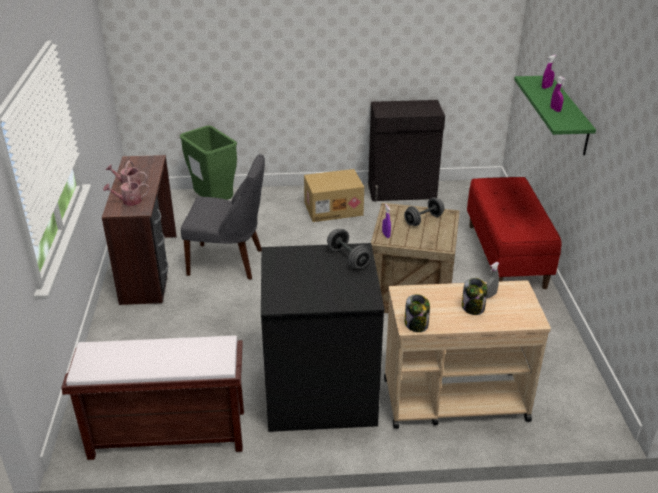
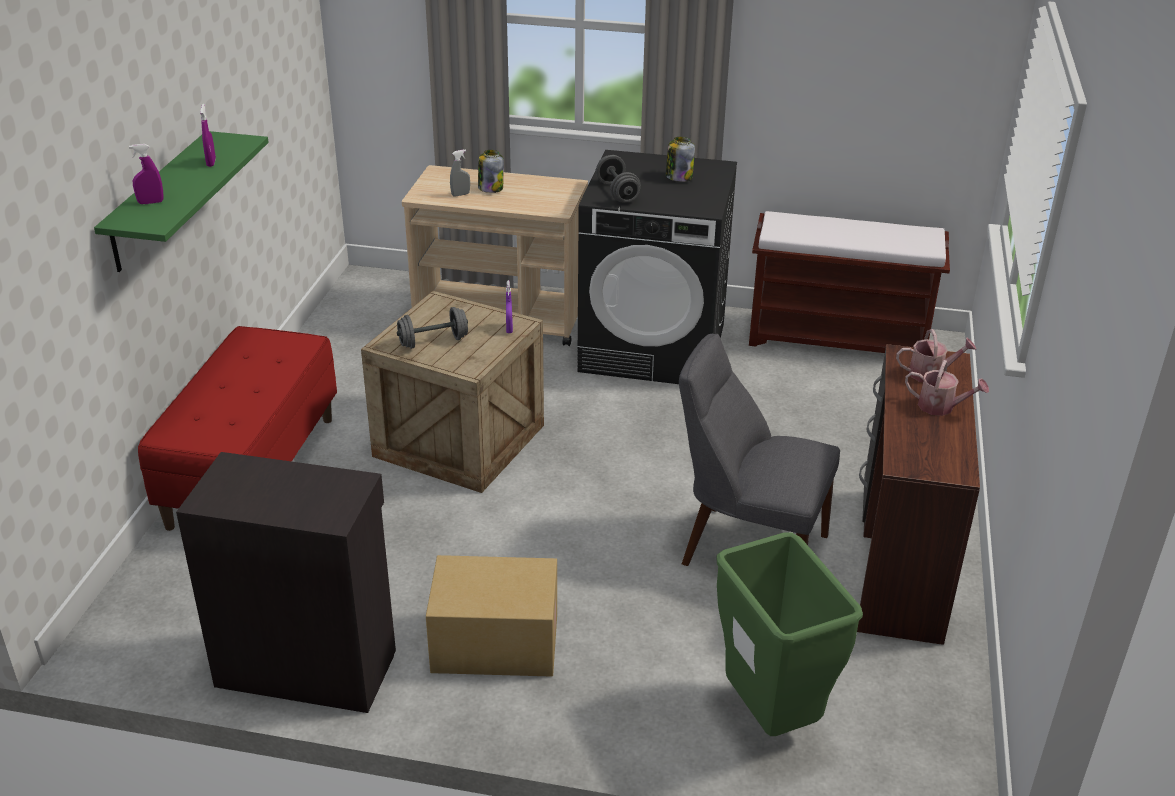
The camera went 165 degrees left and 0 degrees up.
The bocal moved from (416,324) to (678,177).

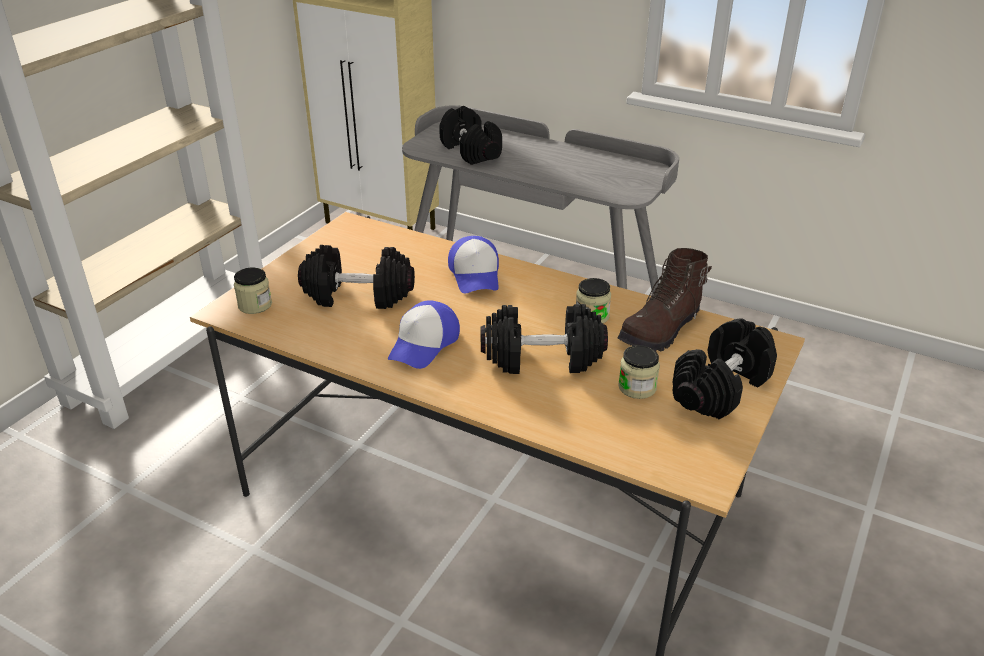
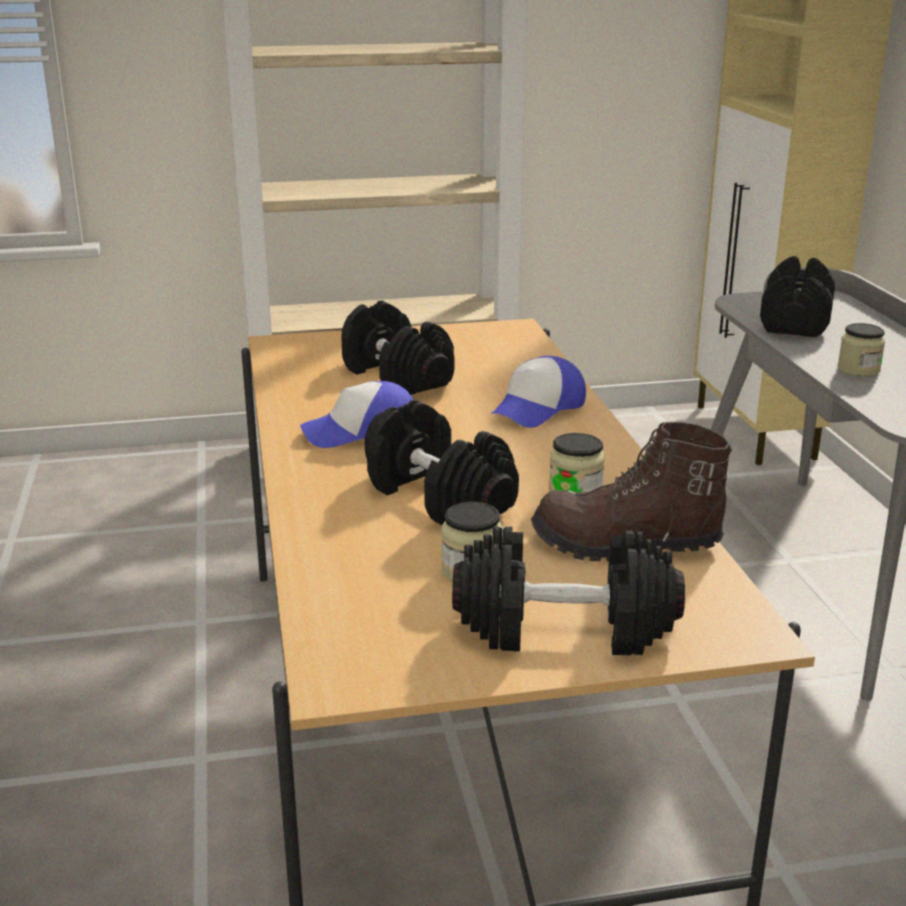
The camera went 50 degrees right and 10 degrees down.
The bocal moved from (255,305) to (858,370).

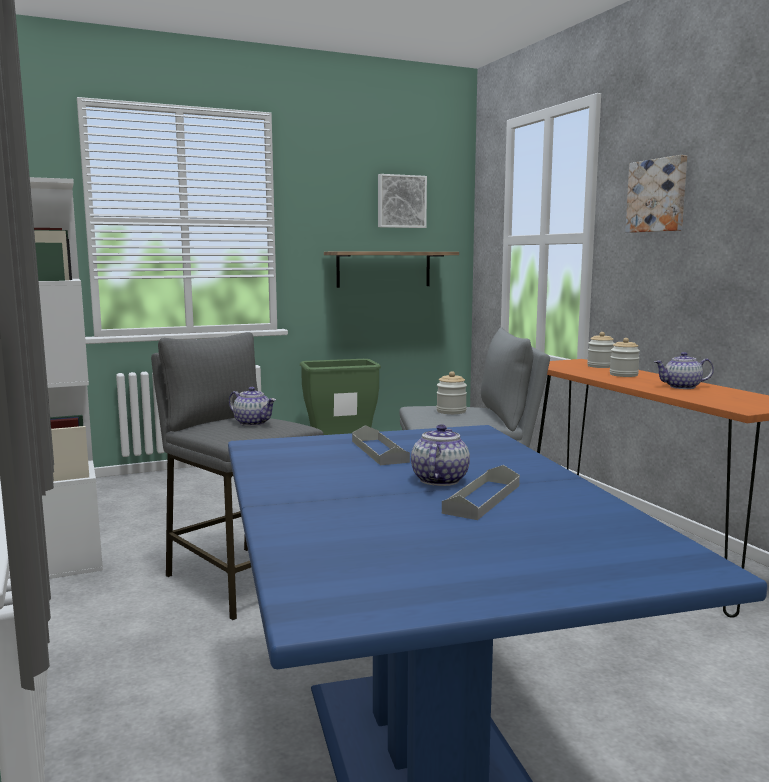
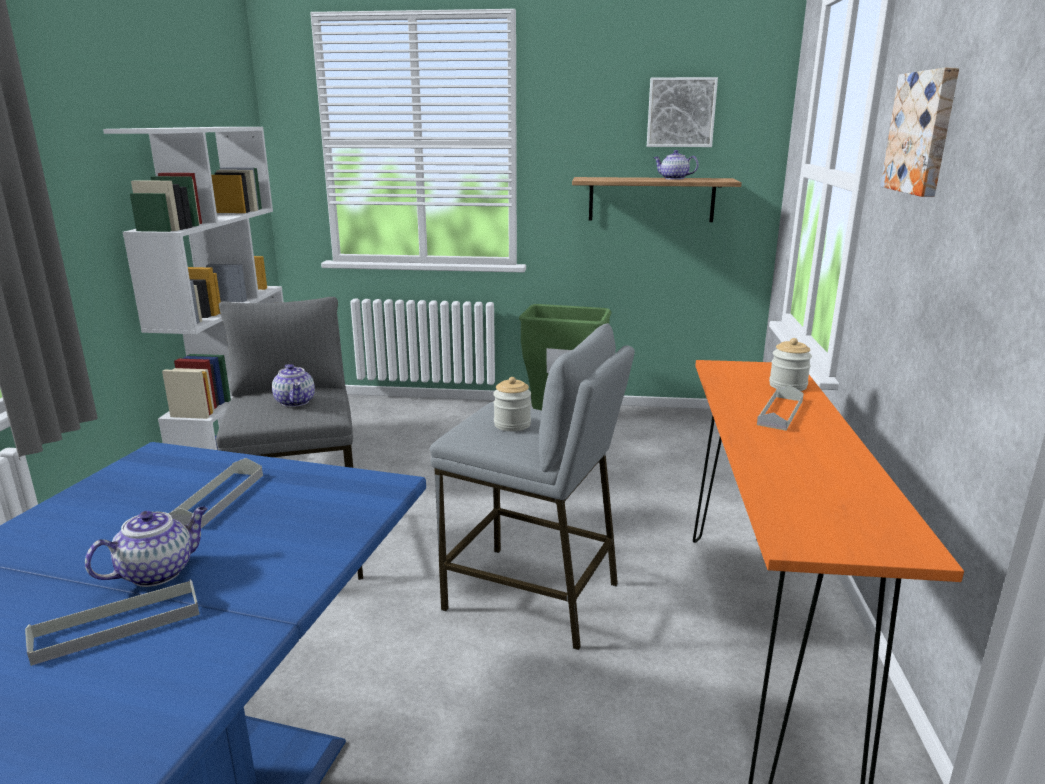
The camera went 30 degrees right and 10 degrees up.
The bocal at (623,375) was replaced by the plateau [gris] at (780,412).
The théière moved from (682,387) to (673,178).

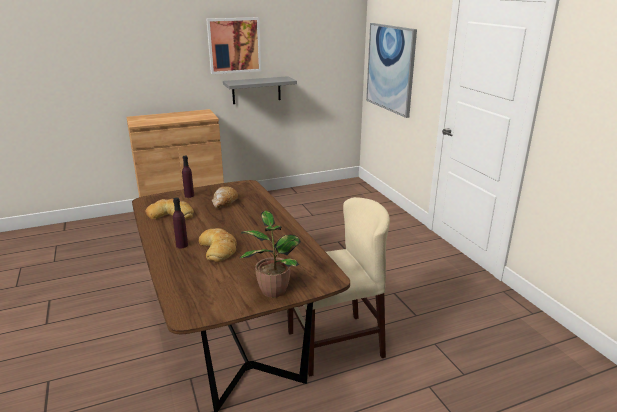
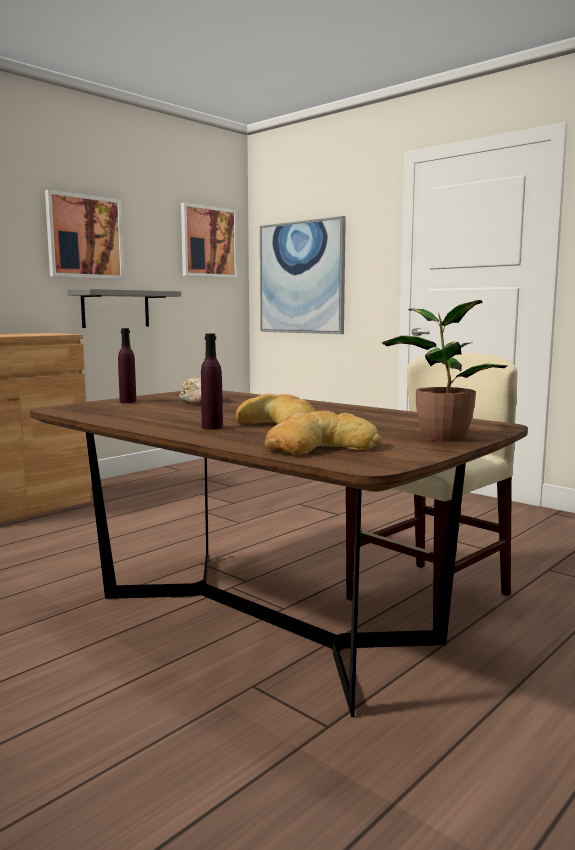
The camera went 25 degrees left and 15 degrees down.
The pain moved from (171,214) to (320,447).
The tableau at (208,242) appeared.

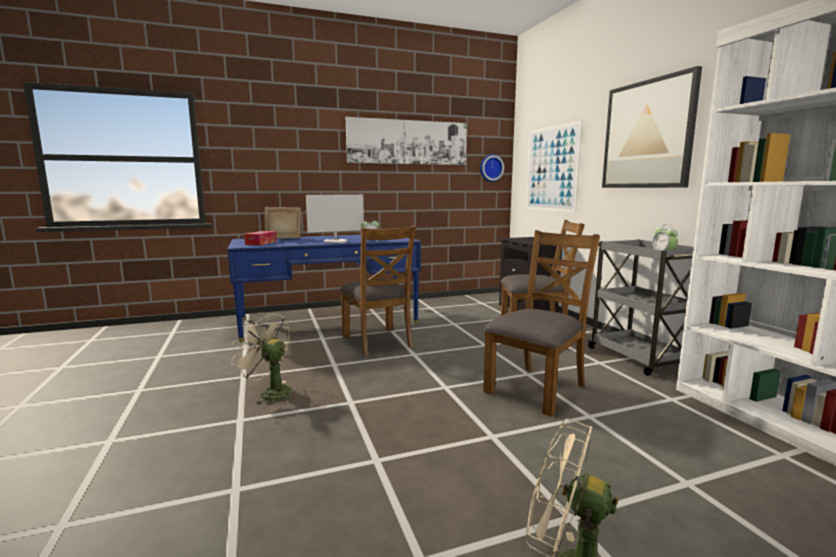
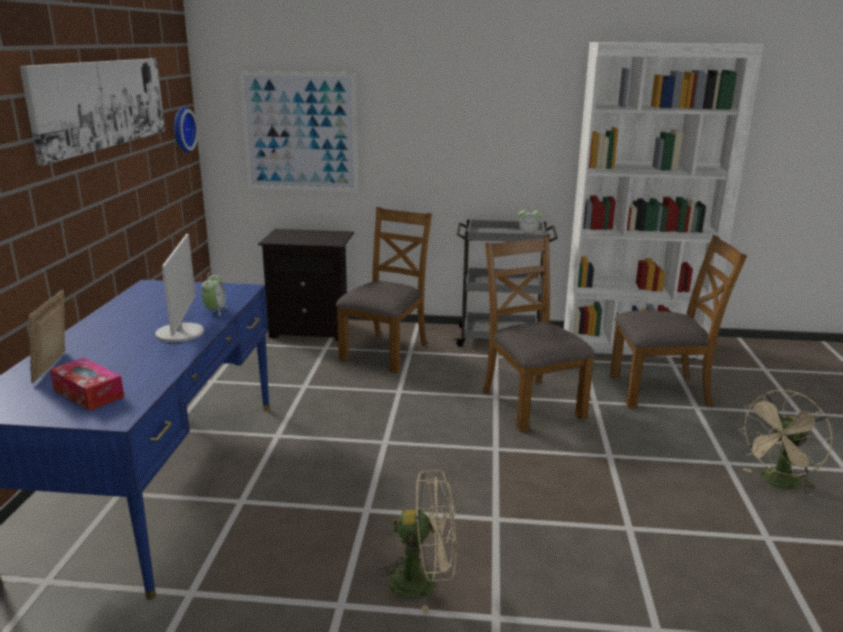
The camera went 65 degrees left and 10 degrees up.
The ventilateur [beige] at (269,392) turned 135 degrees counterclockwise.
The chaise [marron] moved from (378,341) to (660,390).
The tableau at (647,135) disappeared.

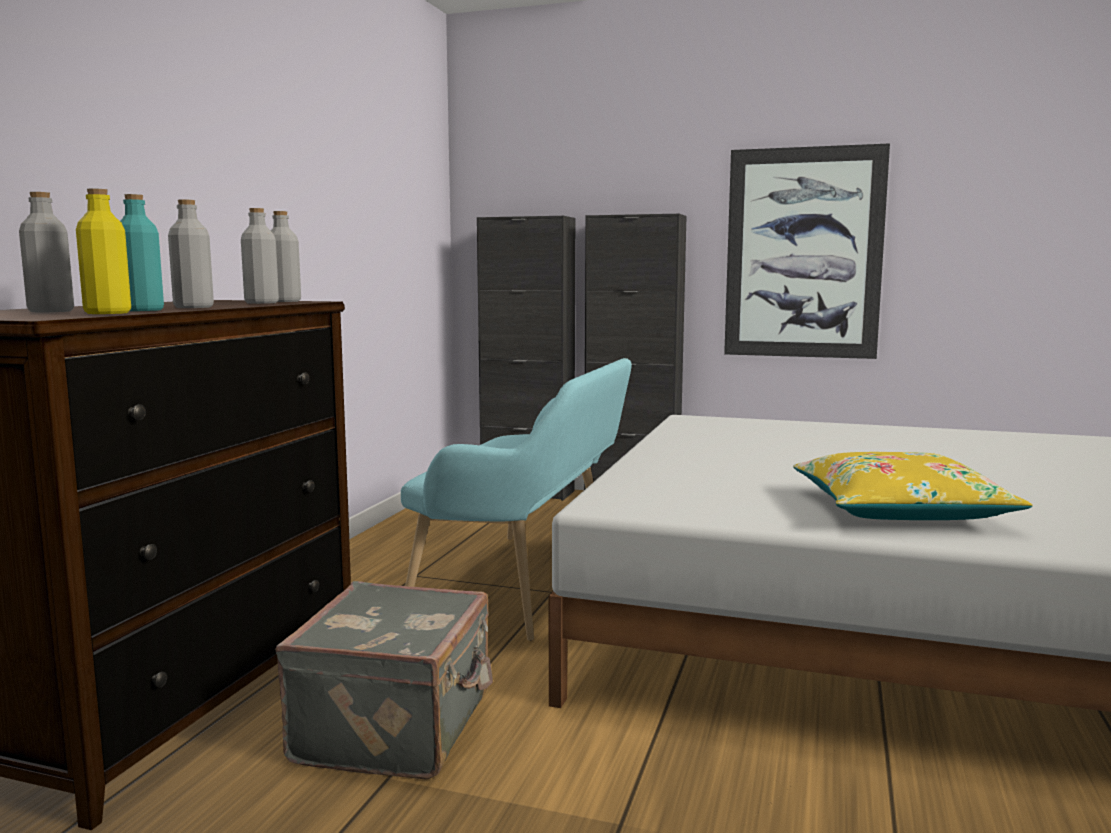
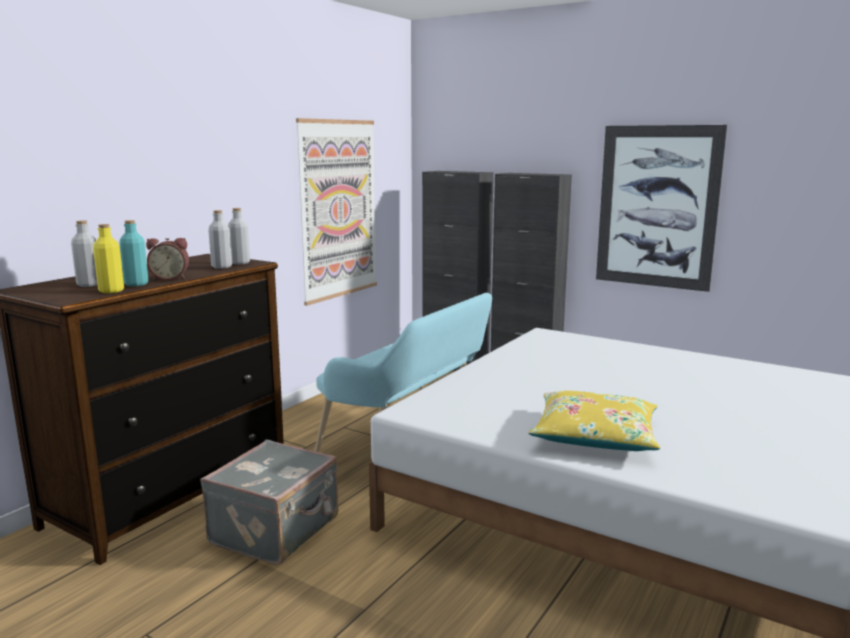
The camera went 15 degrees right and 5 degrees up.
The bouteille [gris] at (193,307) was replaced by the réveil at (170,278).
The tableau at (339,209) appeared.

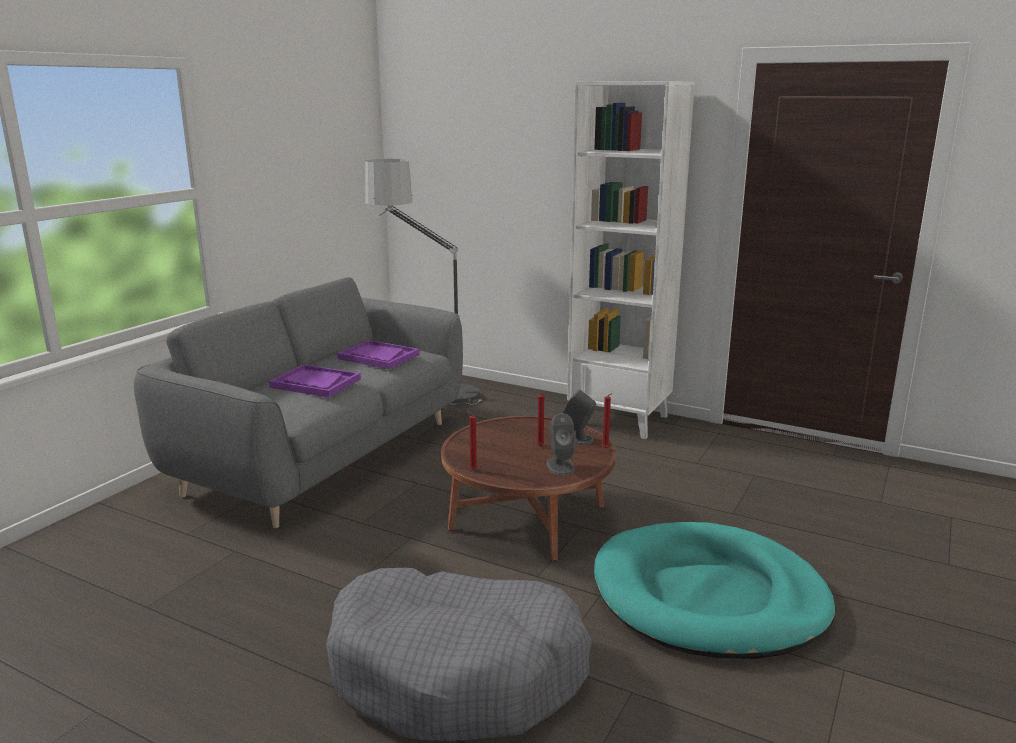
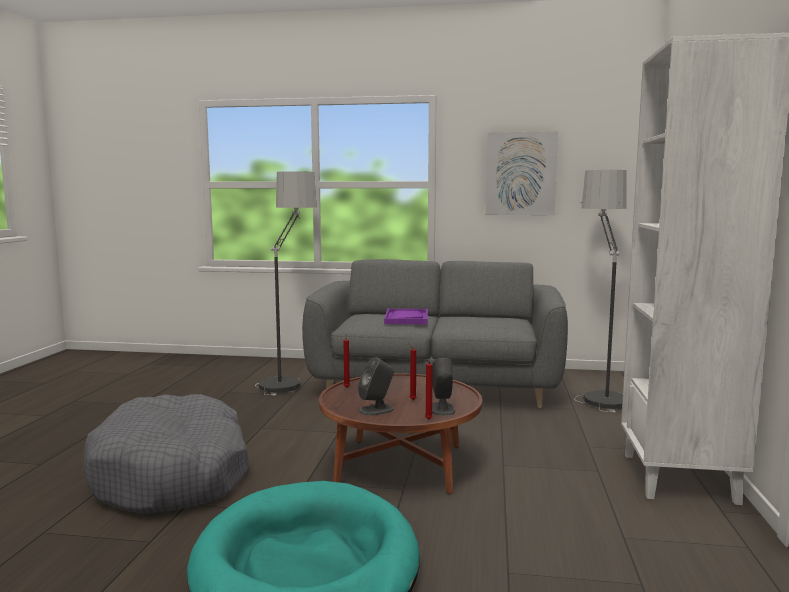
The camera went 70 degrees right and 10 degrees down.
The plateau [violet] at (378,357) disappeared.
The lampadaire at (288,378) appeared.
The tableau at (520,174) appeared.

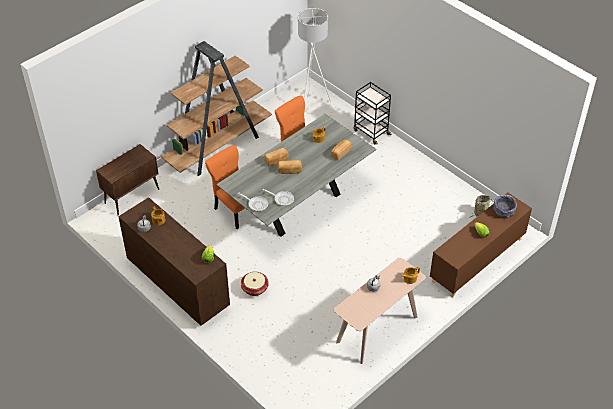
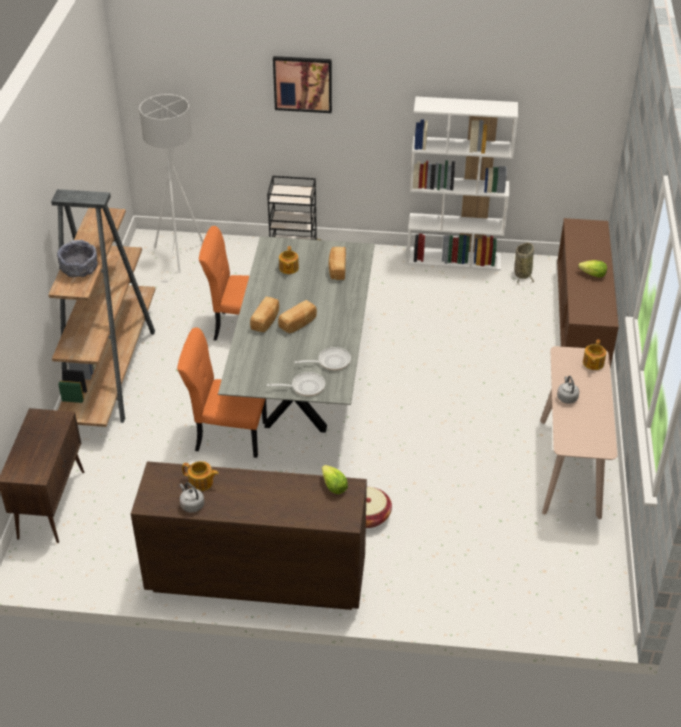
The camera went 40 degrees left and 5 degrees down.
The bol [gris] moved from (503,211) to (80,270).
The tableau at (303,84) appeared.
The bibliothèque [blanc] at (454,259) appeared.

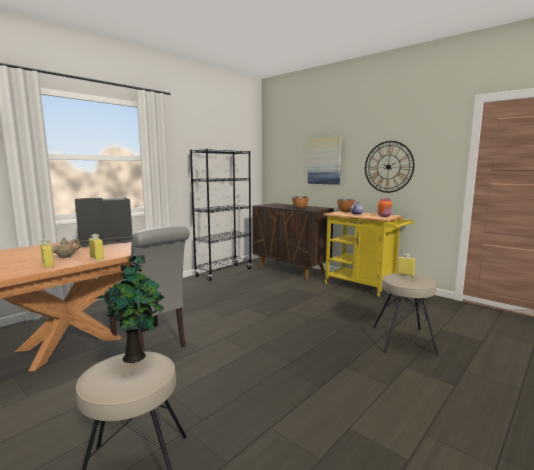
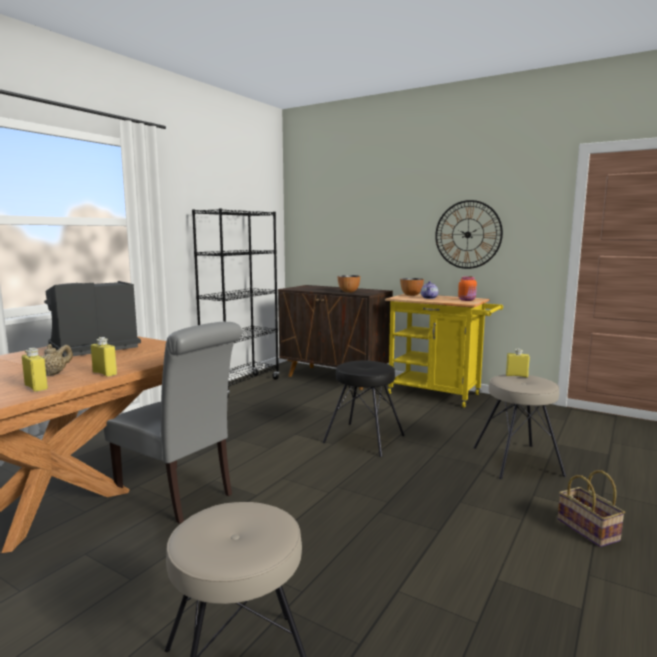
The camera went 10 degrees left and 0 degrees up.
The plante en pot at (136,356) disappeared.
The tableau at (324,161) disappeared.
The tabouret [noir] at (364,438) appeared.
The panier at (589,530) appeared.

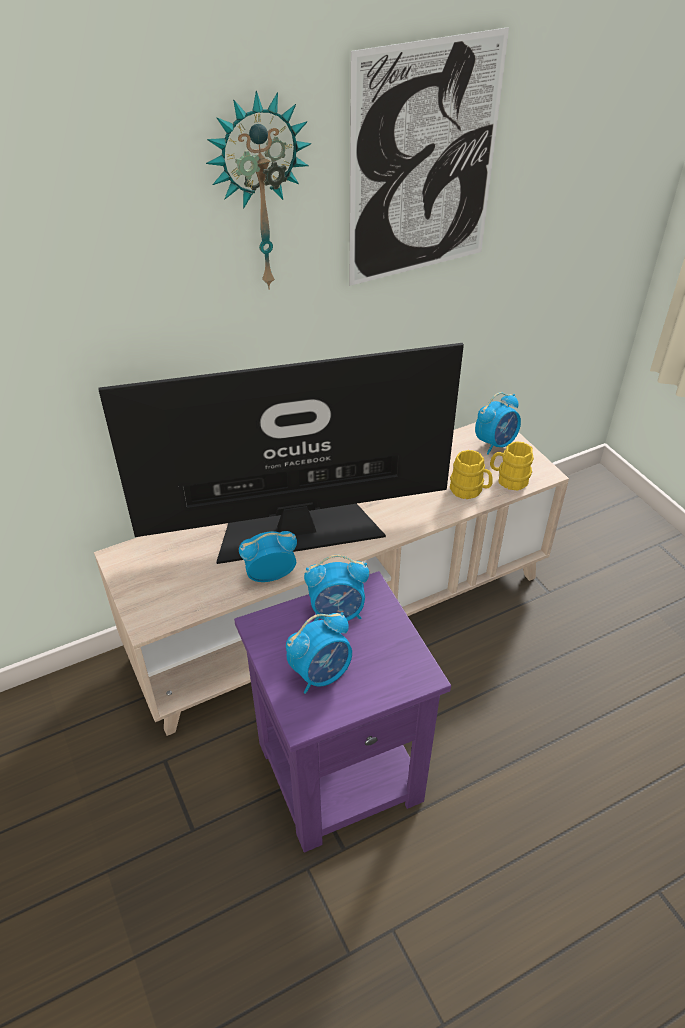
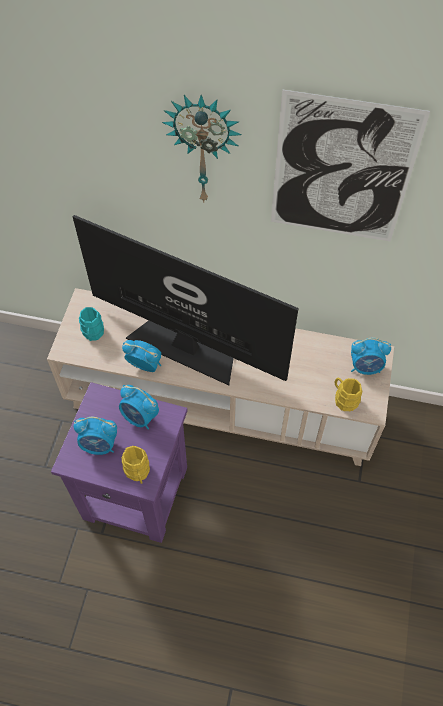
The camera went 40 degrees right and 15 degrees up.
The mug [jaune] moved from (470,491) to (138,473).
The mug [turquoise] at (93,334) appeared.

